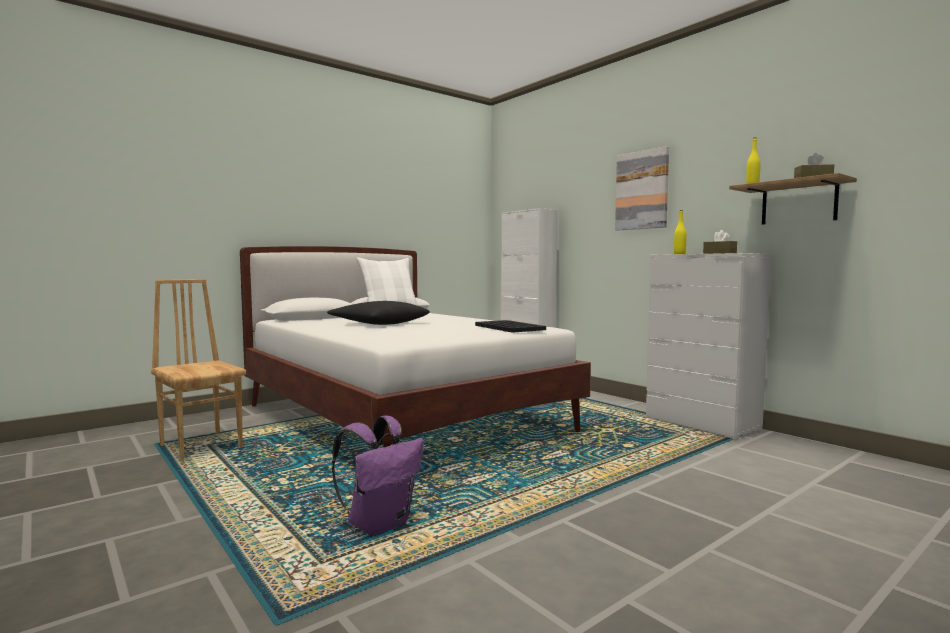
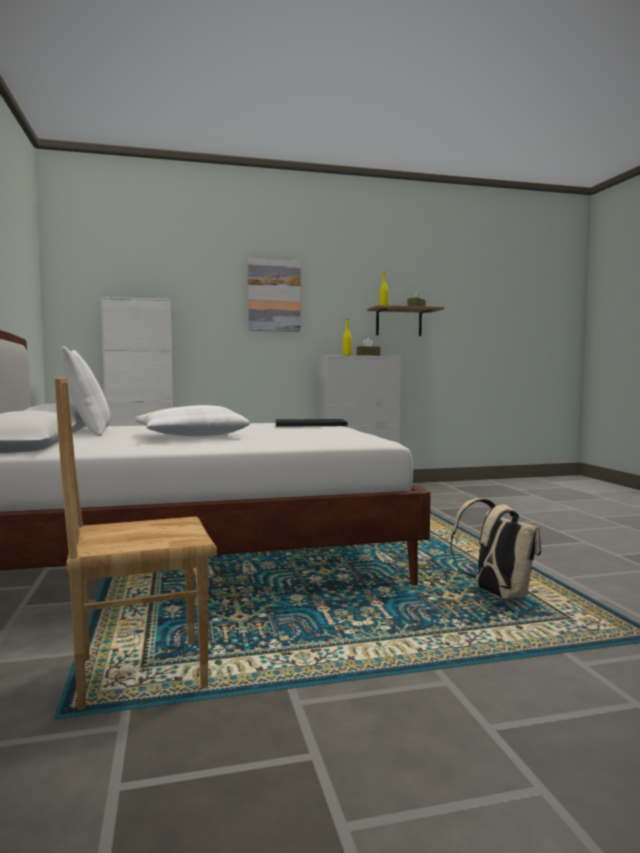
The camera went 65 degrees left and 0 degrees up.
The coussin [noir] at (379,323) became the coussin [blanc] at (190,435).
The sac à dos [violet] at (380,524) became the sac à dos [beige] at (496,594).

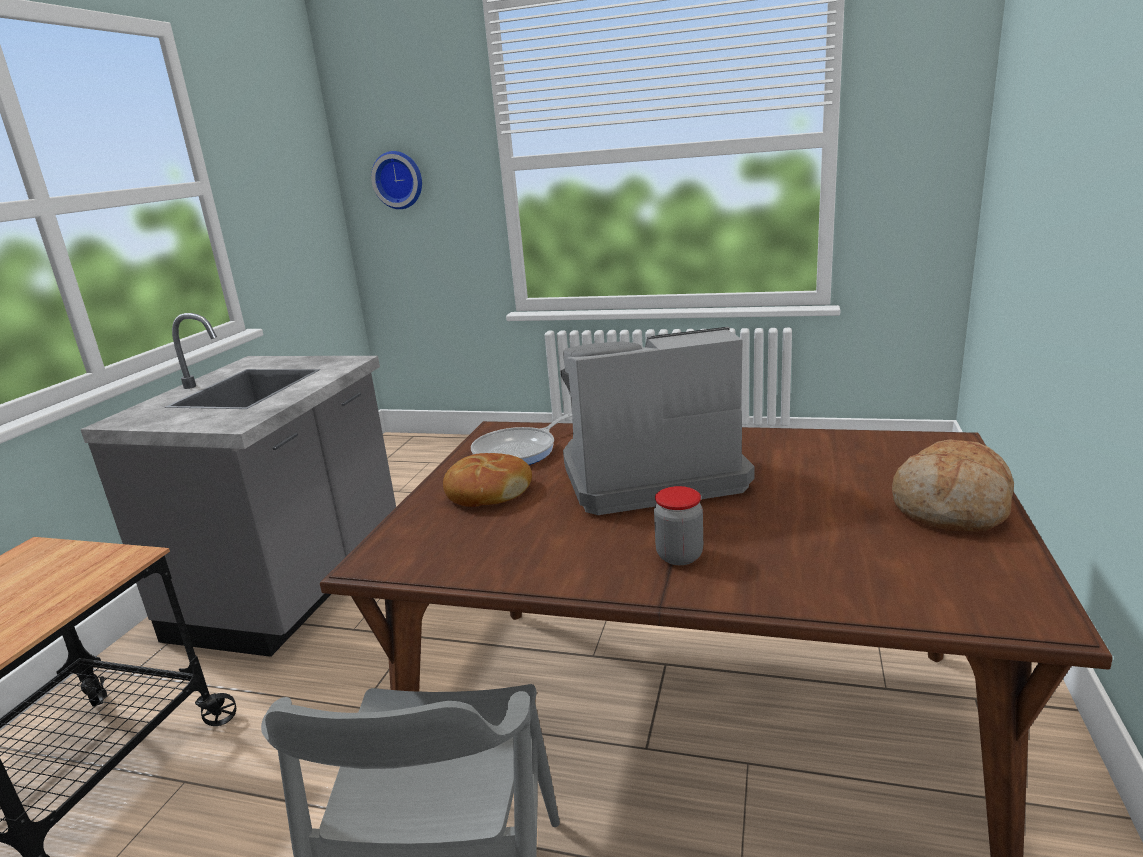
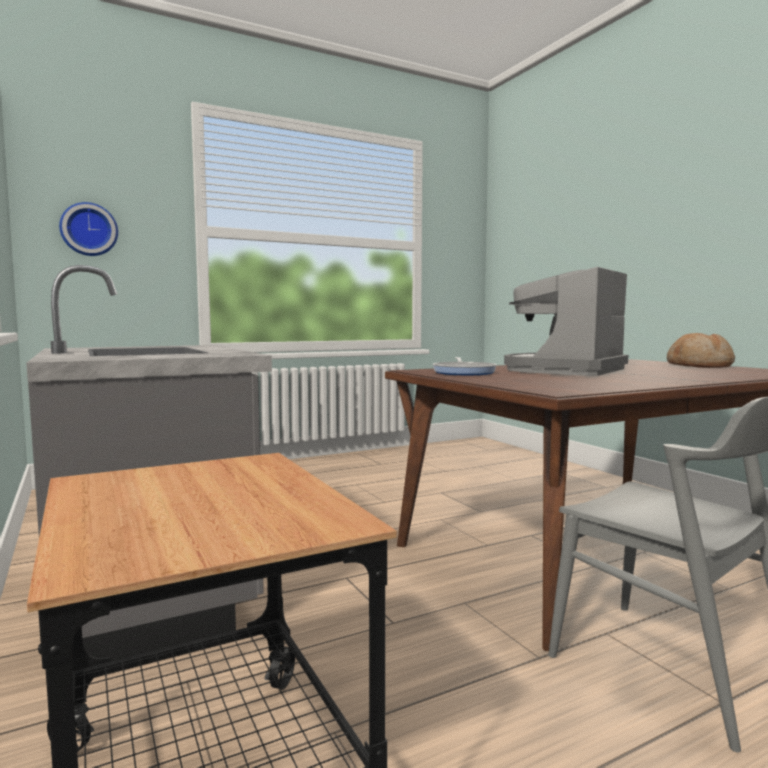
The camera went 45 degrees left and 15 degrees down.
The pain at (487,492) disappeared.
The bocal at (679,556) disappeared.

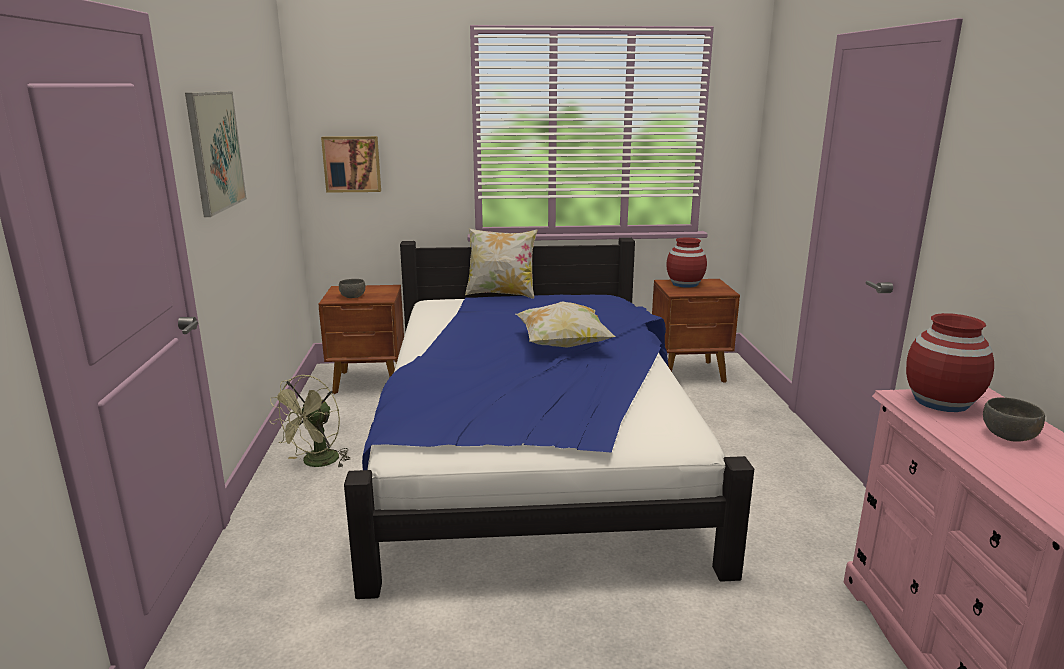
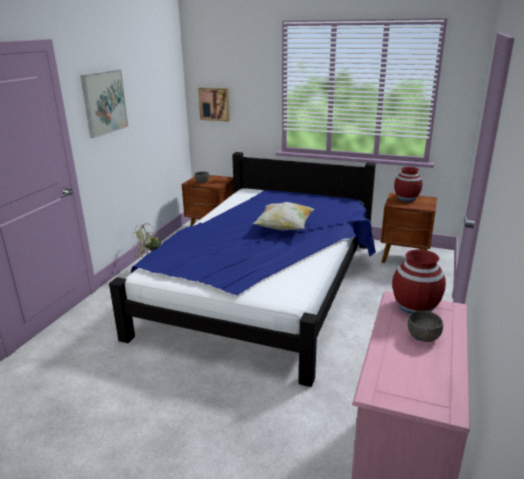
The camera went 25 degrees right and 5 degrees up.
The coussin at (501,294) disappeared.

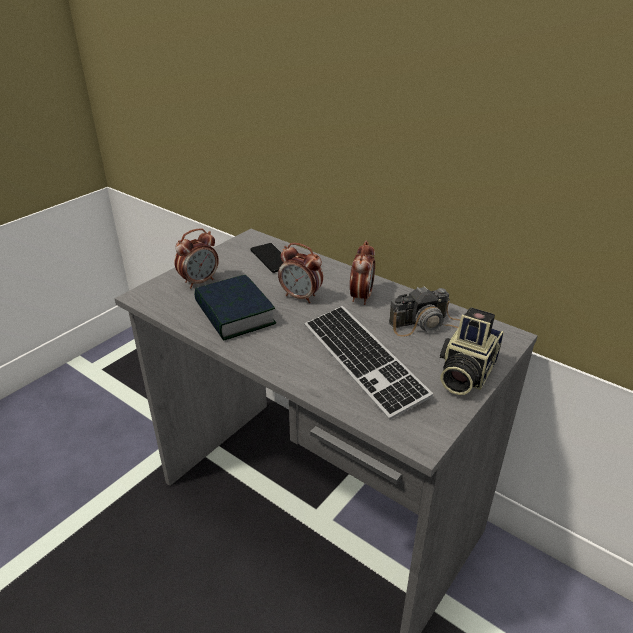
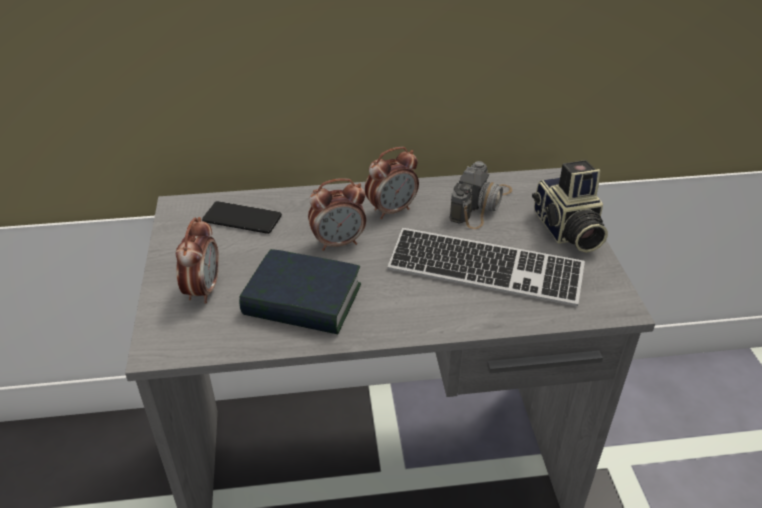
The camera went 45 degrees left and 5 degrees up.
The réveil at (361,297) turned 90 degrees clockwise.

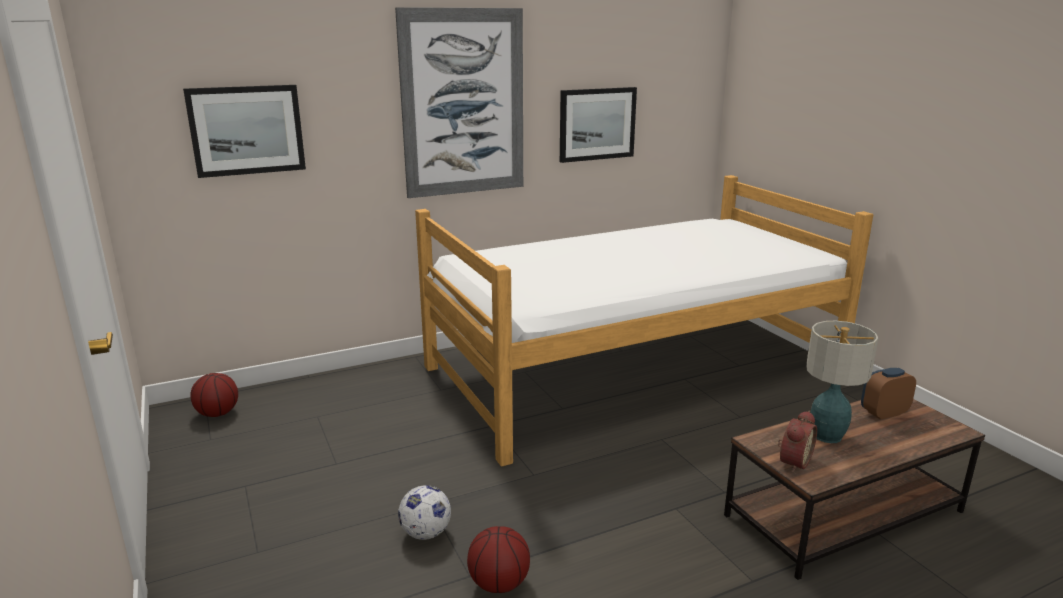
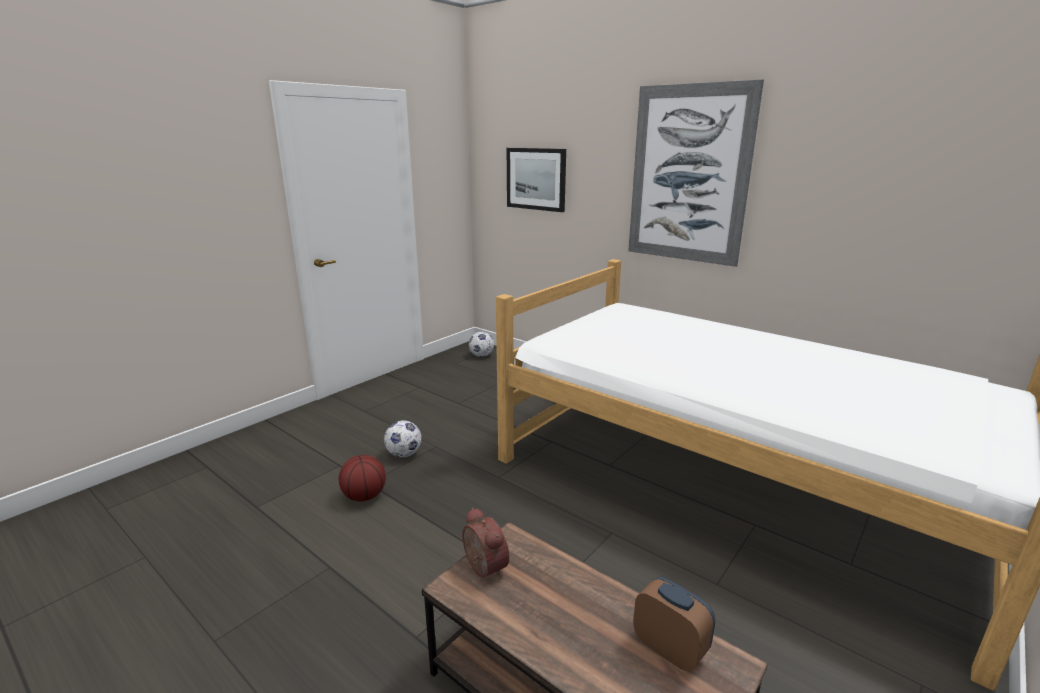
The camera went 65 degrees right and 0 degrees up.
The ballon de basket at (217,413) was replaced by the ballon de foot at (481,356).
The tableau at (597,124) disappeared.
The réveil at (792,462) turned 135 degrees counterclockwise.
The lampe de table at (826,435) disappeared.

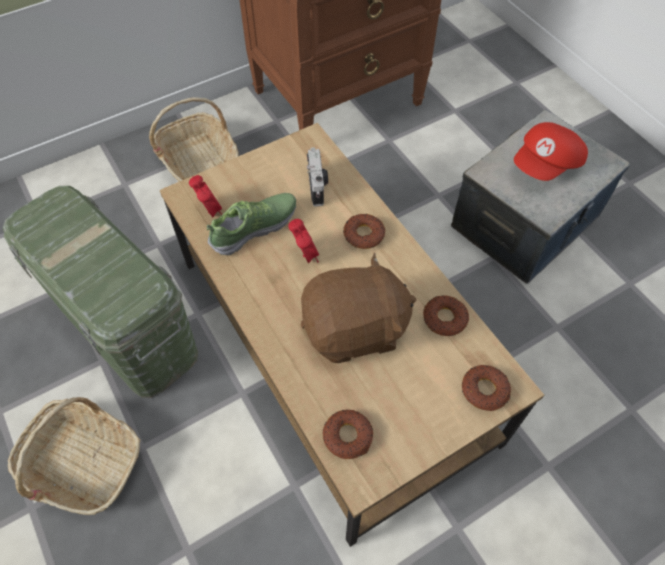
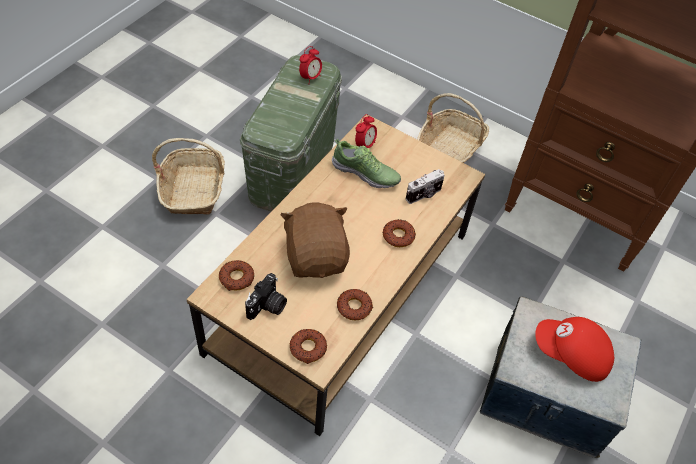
The camera went 60 degrees right and 5 degrees down.
The réveil moved from (305,255) to (310,78).
The peluche [marron] at (355,330) turned 150 degrees counterclockwise.
The appareil photo at (267,306) appeared.

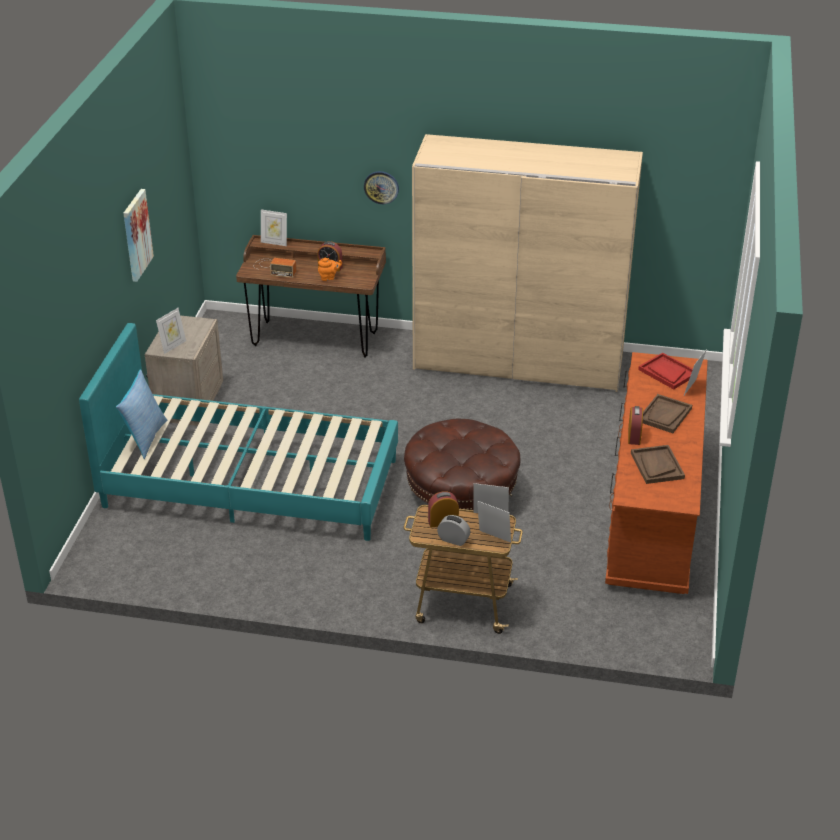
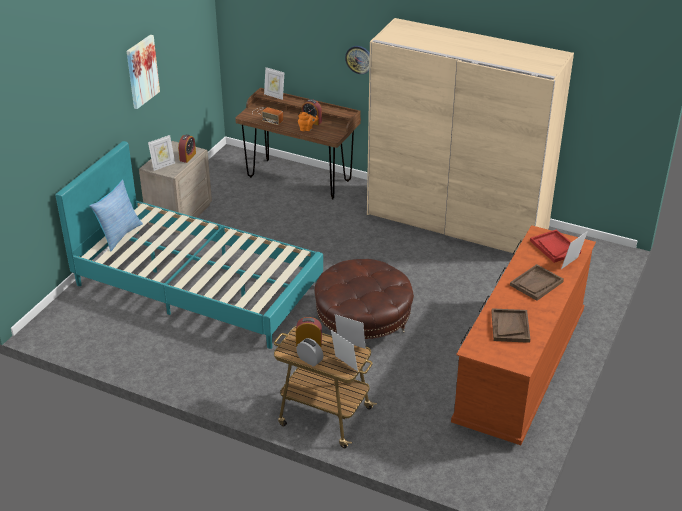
The camera went 15 degrees right and 0 degrees up.
The réveil moved from (634,436) to (187,157).

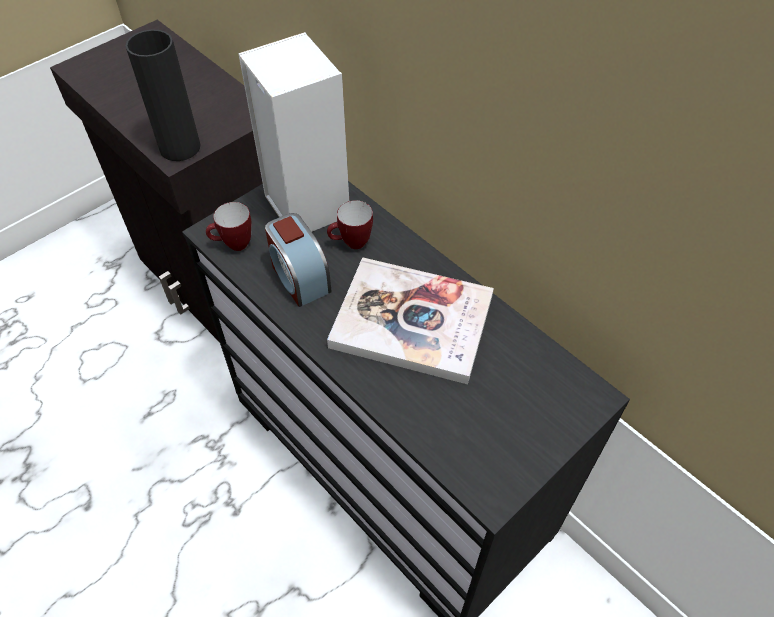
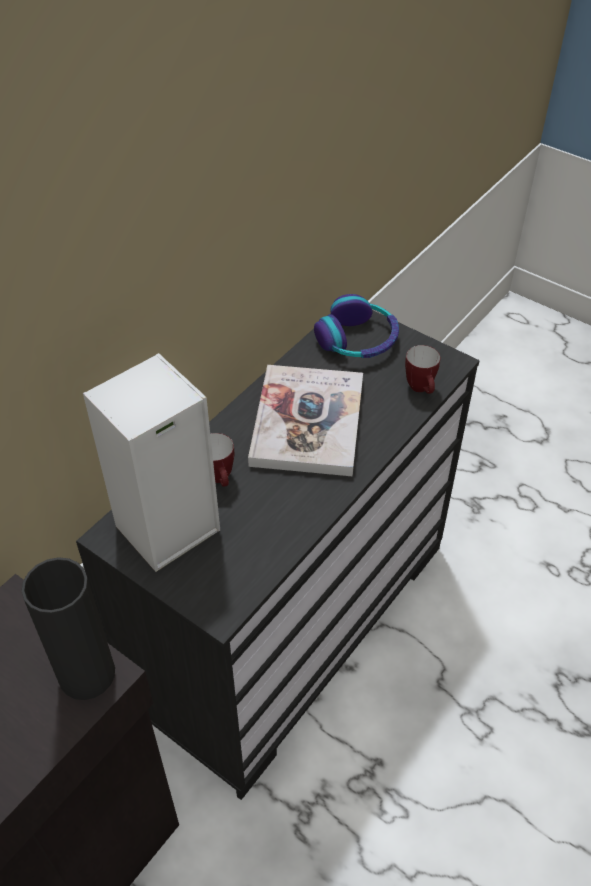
The camera went 100 degrees left and 5 degrees down.
The mug moved from (233,245) to (421,390).
The réveil at (299,277) disappeared.
The casque audio at (358,340) appeared.

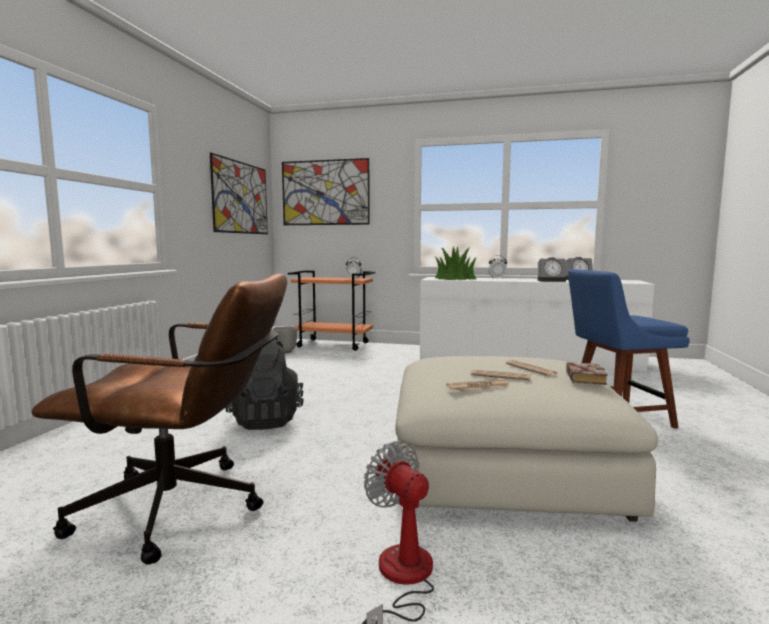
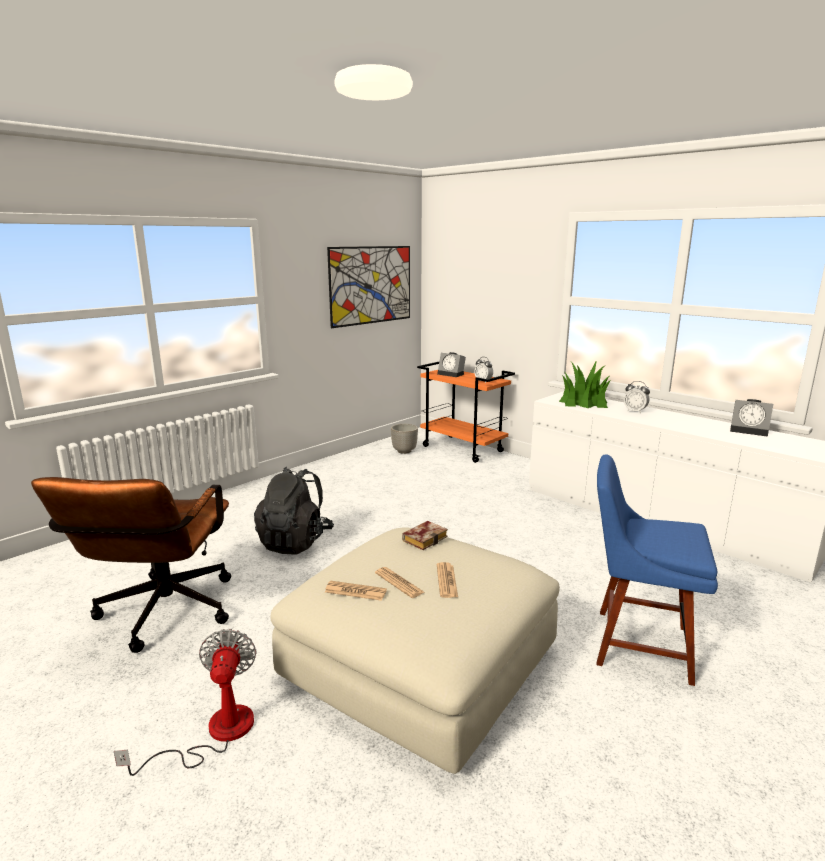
The camera went 30 degrees right and 10 degrees up.
The chaise de bureau [marron] at (186,509) turned 60 degrees clockwise.
The tableau at (325,192) disappeared.
The réveil moved from (551,281) to (452,374).
The livre moved from (583,378) to (425,538).

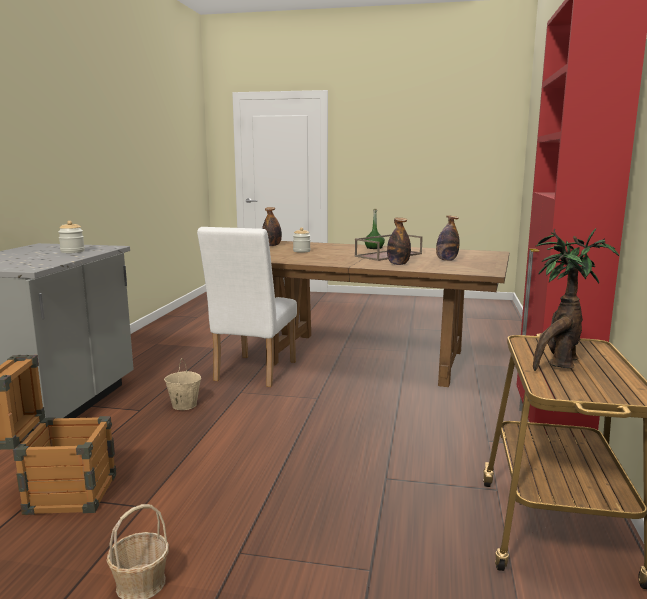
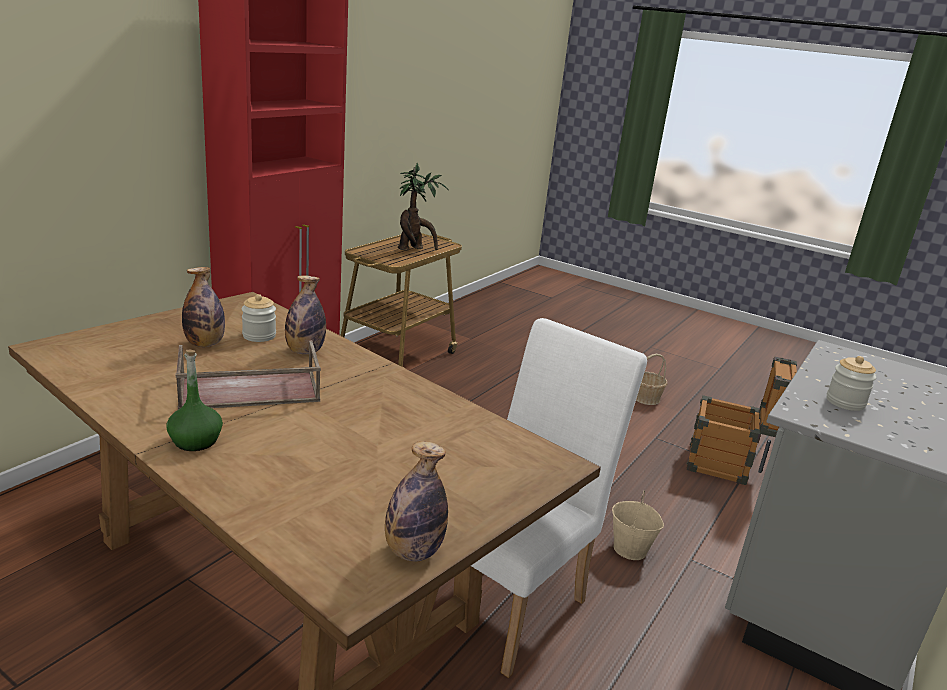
The camera went 160 degrees left and 10 degrees up.
The bocal moved from (301,251) to (259,336).

